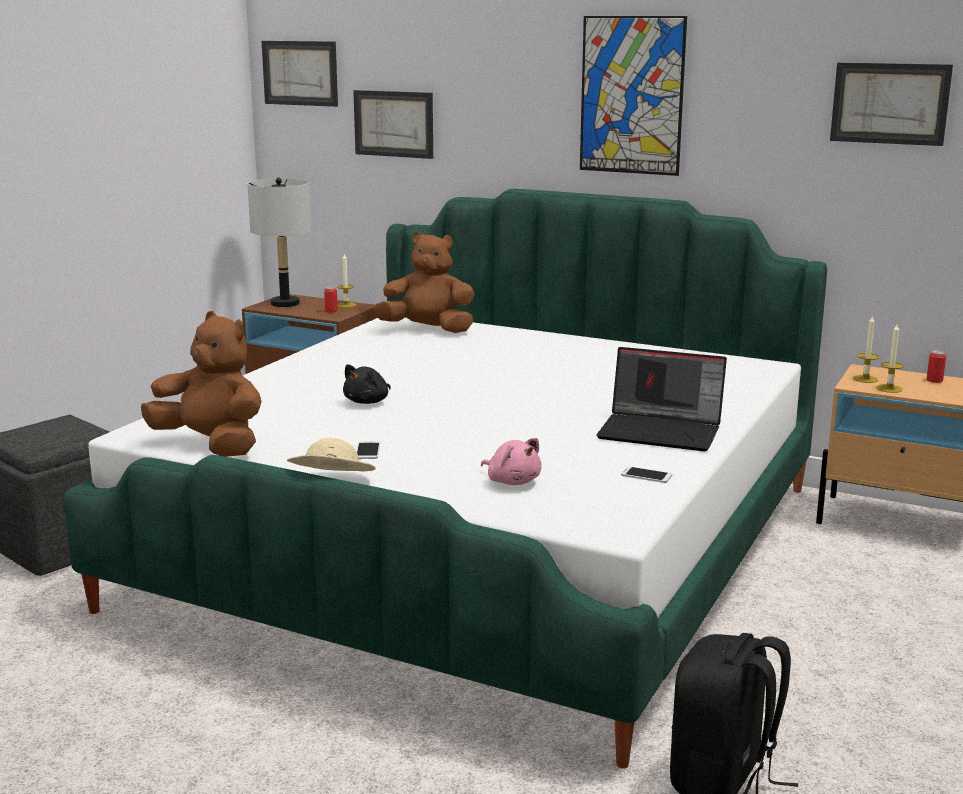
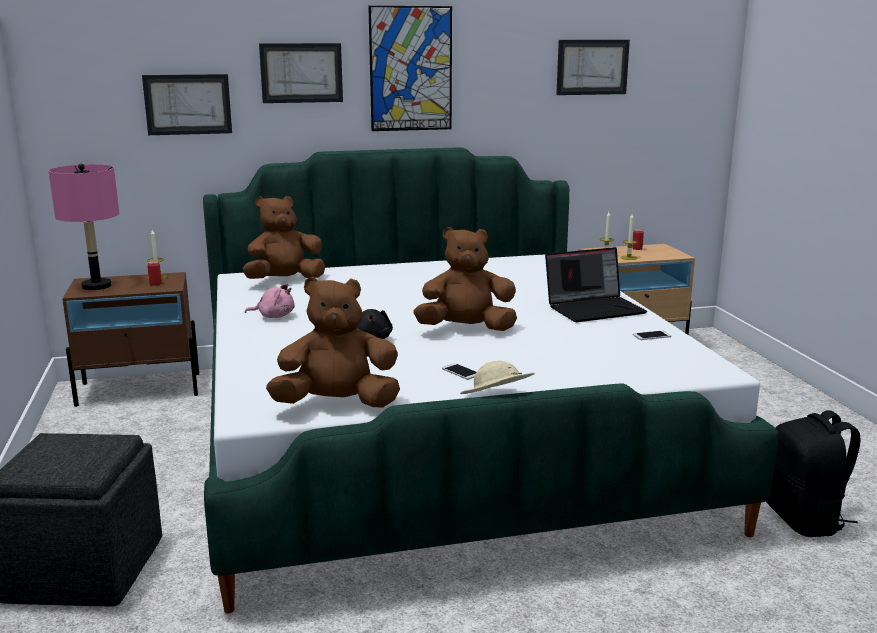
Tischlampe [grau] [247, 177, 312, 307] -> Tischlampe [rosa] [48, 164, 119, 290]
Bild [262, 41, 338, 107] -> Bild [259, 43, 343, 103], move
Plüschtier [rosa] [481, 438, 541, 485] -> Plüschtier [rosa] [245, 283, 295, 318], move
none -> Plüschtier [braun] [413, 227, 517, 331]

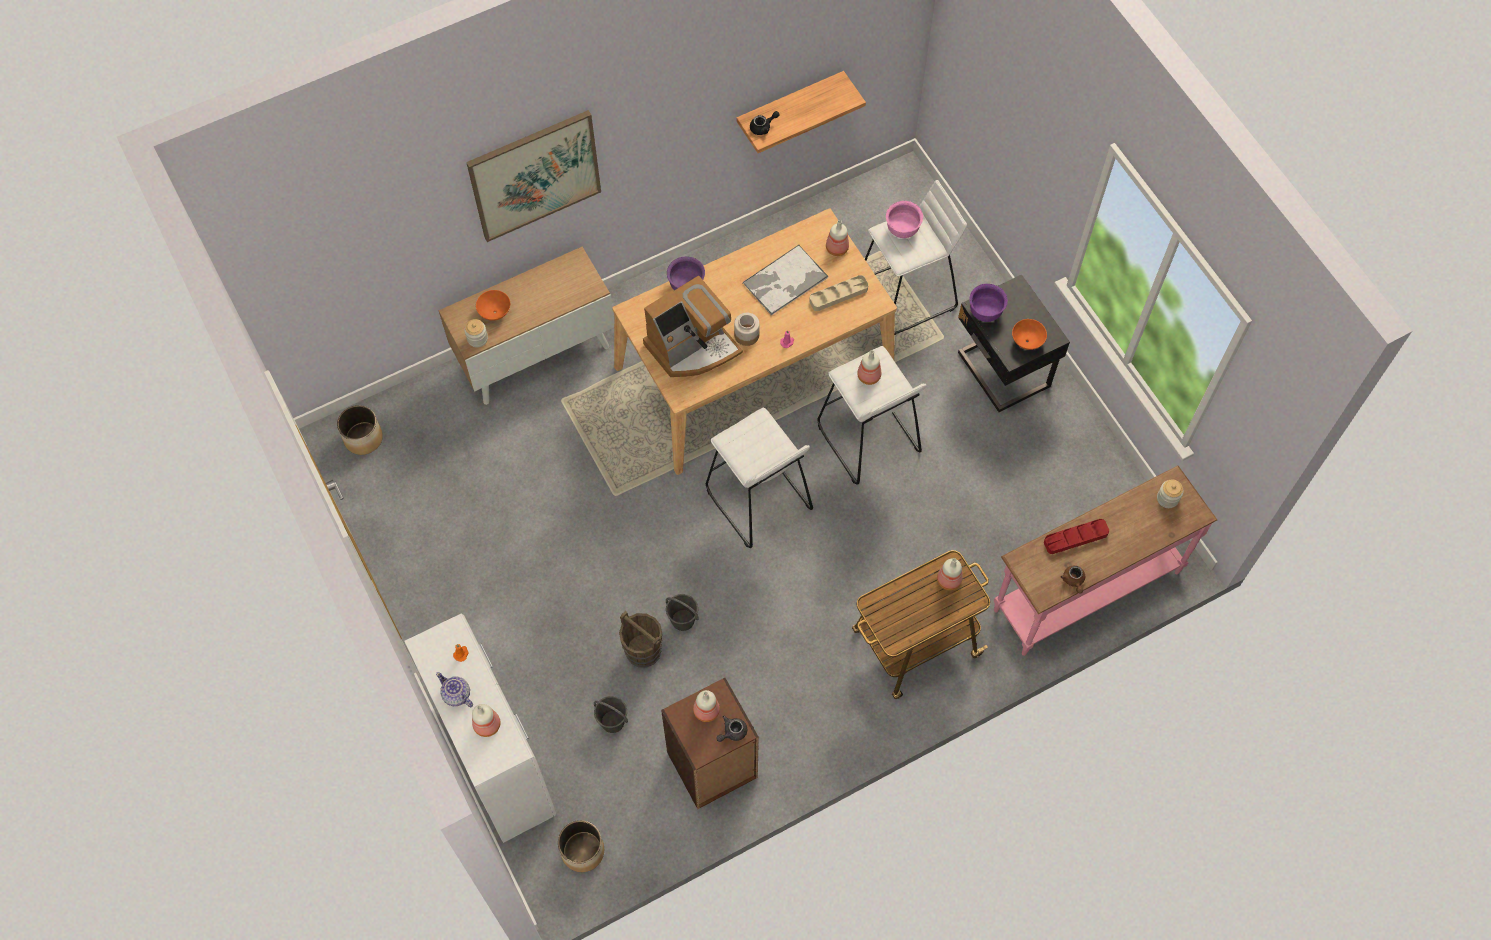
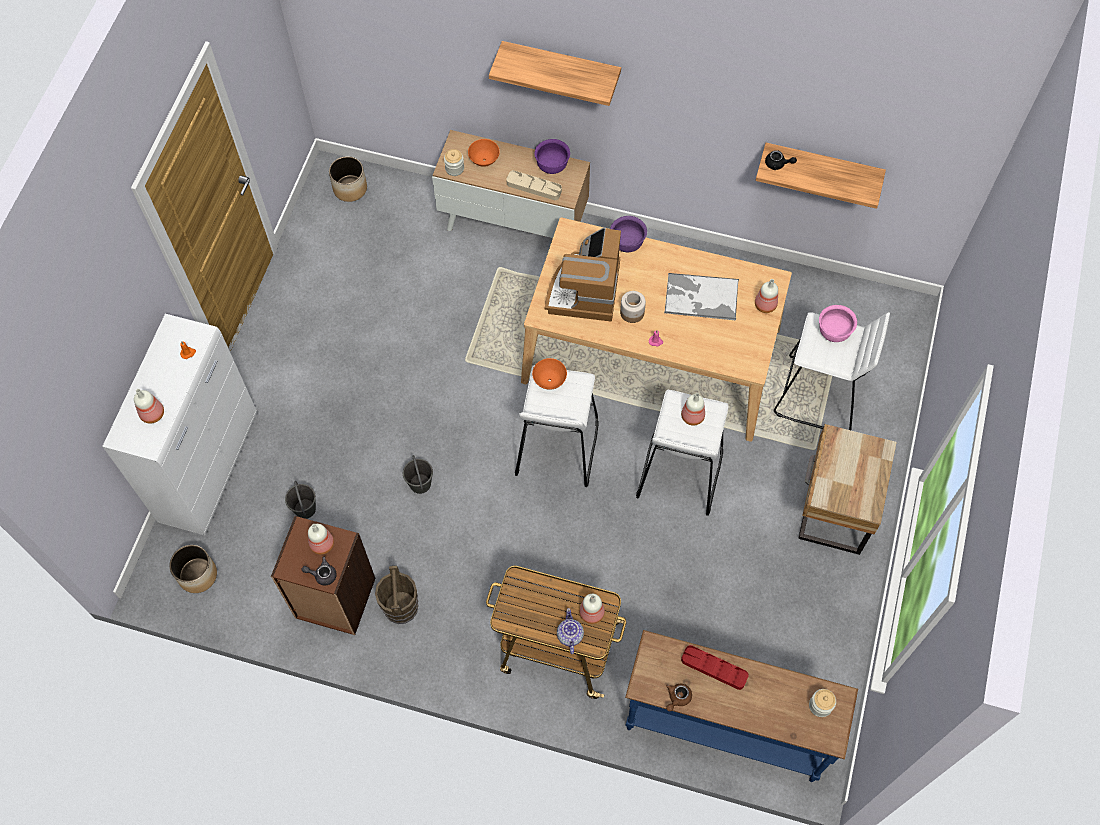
Teekanne [436, 672, 473, 707] -> Teekanne [557, 608, 584, 654], move
Bild [466, 110, 601, 242] -> Wandregal [489, 41, 621, 106]
Eimer [braun] [619, 611, 663, 668] -> Eimer [braun] [375, 566, 418, 624], move
Kaffeemaschine [643, 276, 743, 377] -> Kaffeemaschine [545, 227, 621, 322], 90 degrees clockwise
Tablett [beige] [809, 275, 868, 311] -> Tablett [beige] [506, 170, 562, 200], move
Nachttisch [schwarz] [958, 274, 1070, 412] -> Nachttisch [beige] [798, 424, 897, 555]
Schüssel [lila] [969, 284, 1008, 322] -> Schüssel [lila] [535, 139, 570, 174], move
Konsolentisch [rosa] [994, 466, 1217, 656] -> Konsolentisch [blau] [625, 630, 858, 782]
Schüssel [orange] [1012, 319, 1047, 350] -> Schüssel [orange] [532, 358, 567, 390], move

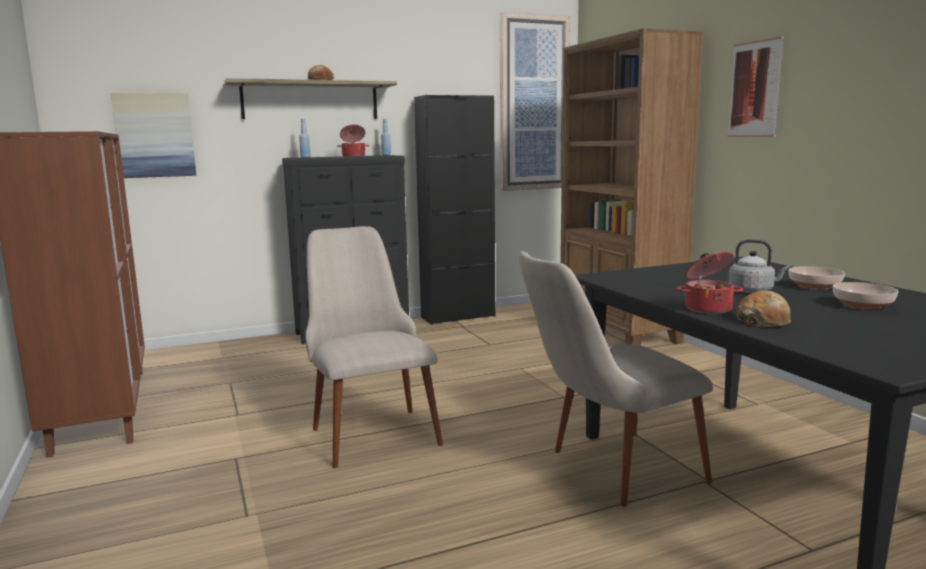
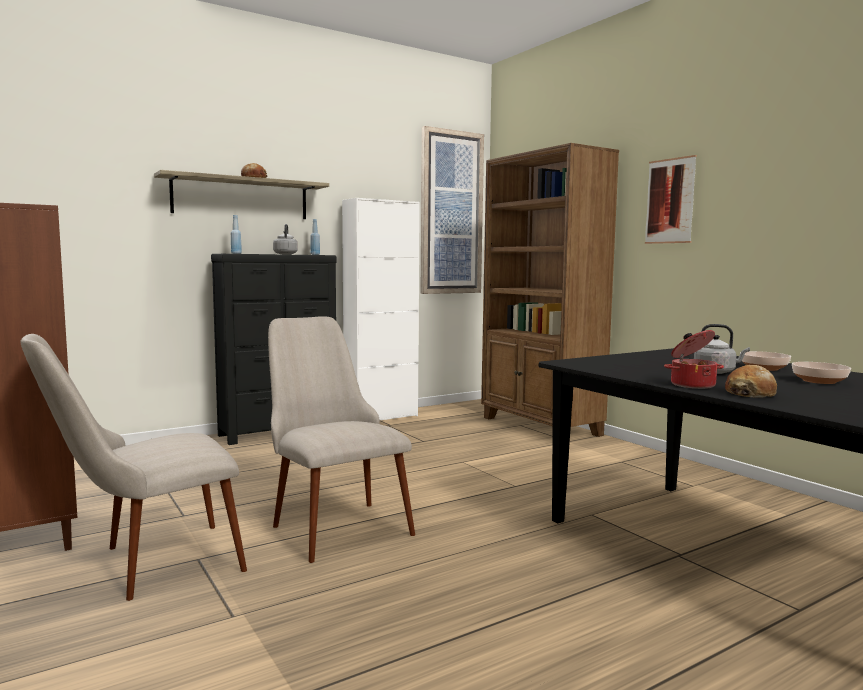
Bild [111, 93, 196, 178] -> none
Kochtopf [337, 124, 369, 157] -> Wasserkessel [grau] [273, 224, 298, 254]
Schrank [schwarz] [414, 95, 495, 325] -> Schrank [weiß] [342, 198, 420, 420]
Stuhl [beige] [519, 251, 713, 507] -> Stuhl [beige] [21, 334, 247, 601], move

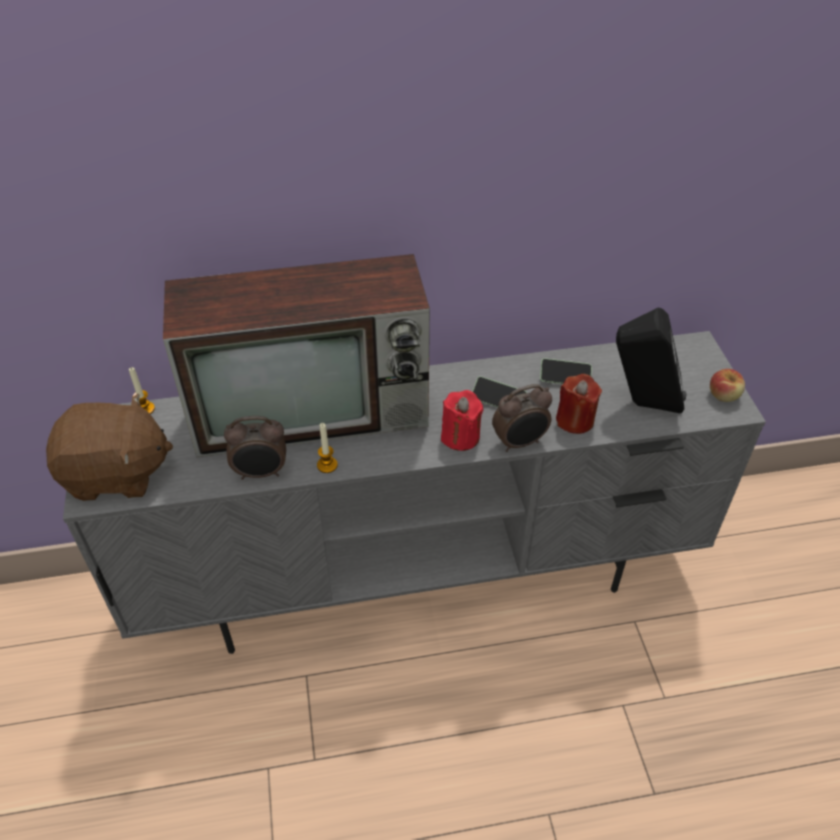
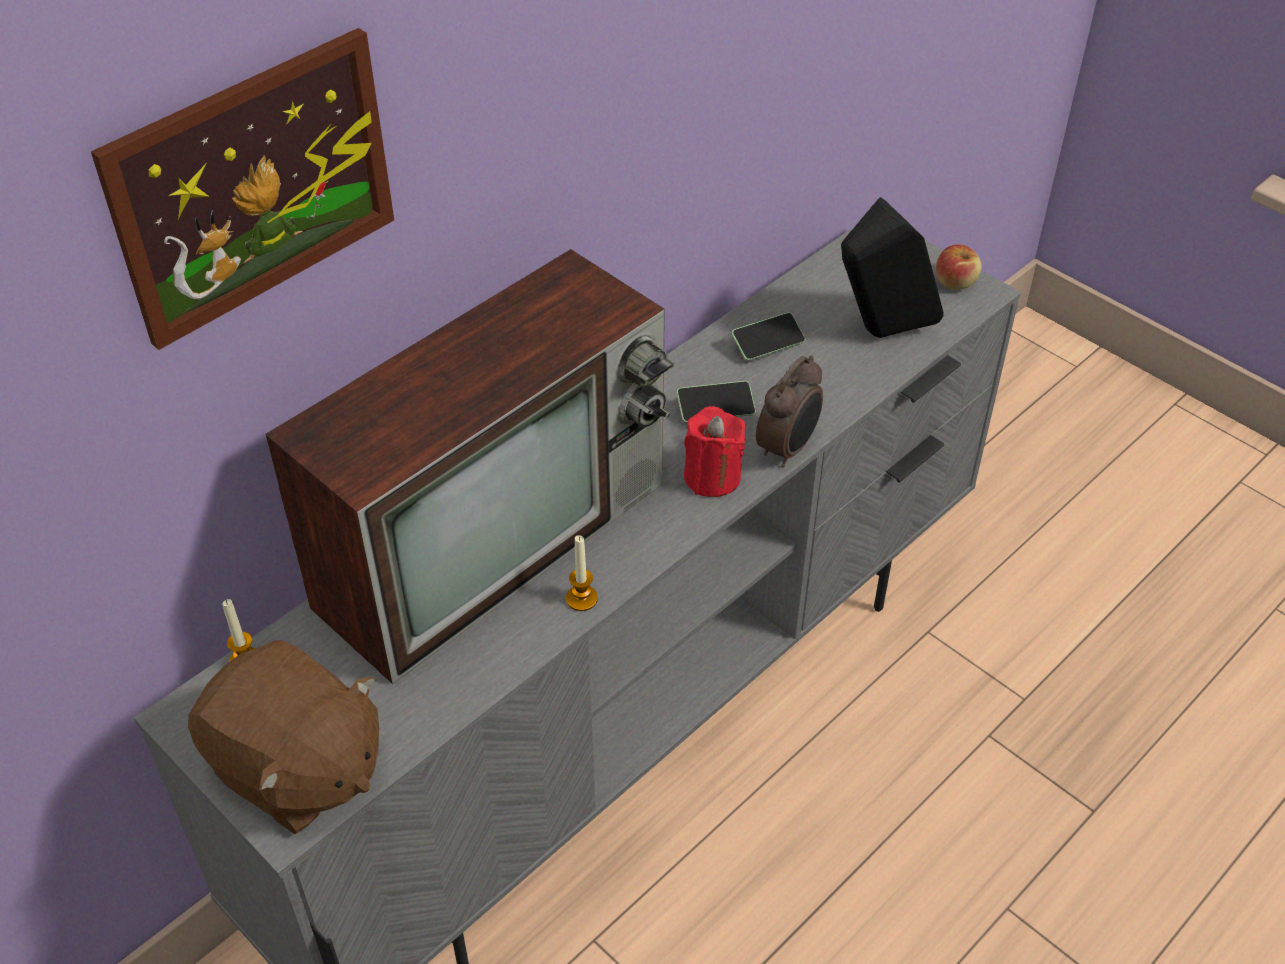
Plüschtier [braun] [46, 394, 173, 501] -> Plüschtier [braun] [188, 640, 379, 834], 75 degrees clockwise
Wecker [224, 416, 286, 480] -> none
Kerze [rot] [556, 374, 602, 434] -> none
none -> Bild [91, 28, 394, 350]

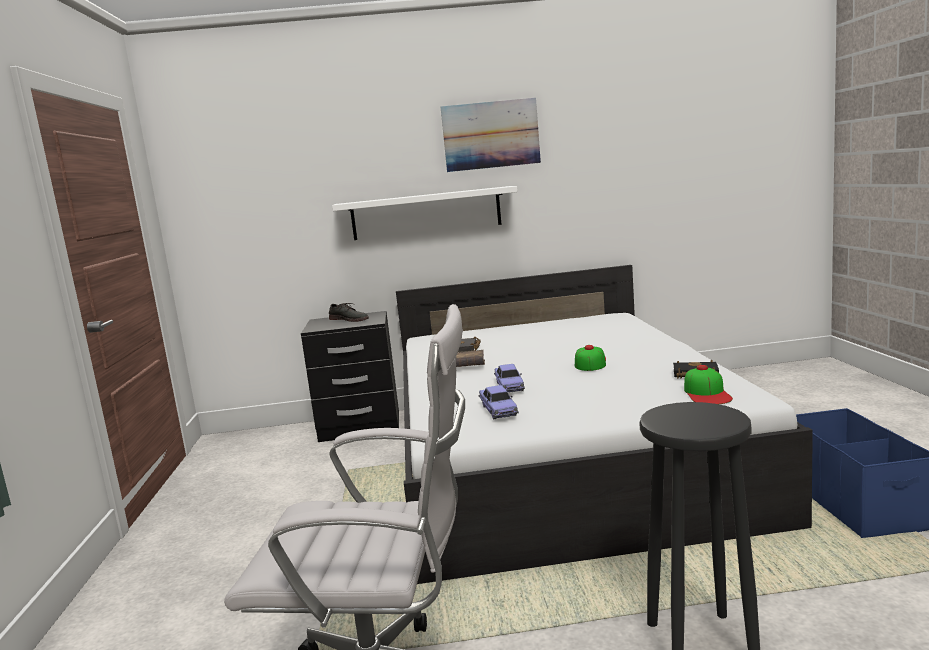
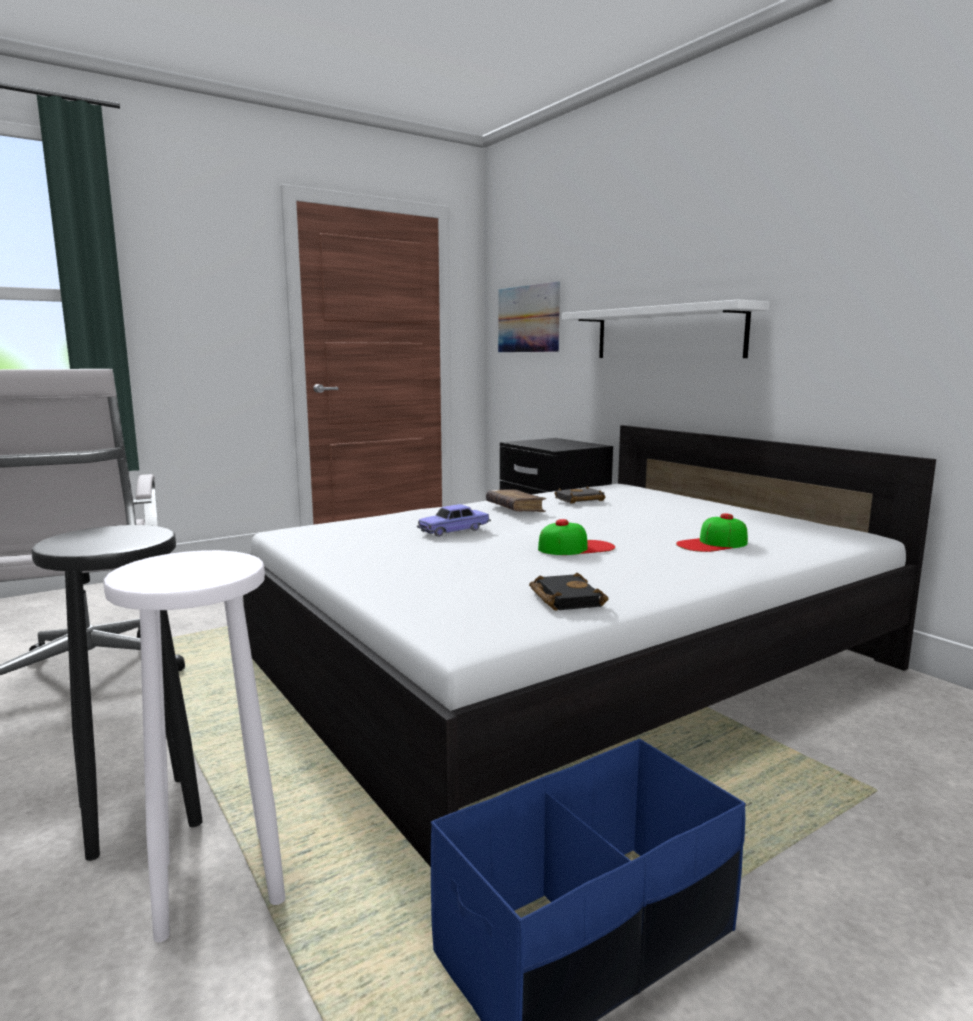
Schuh [grau] [329, 303, 369, 322] -> none
Bild [441, 98, 541, 172] -> Bild [498, 282, 560, 352], move
Spielzeugauto [478, 385, 519, 419] -> none
Kappe [684, 365, 733, 404] -> Kappe [676, 513, 748, 552], move
none -> Hocker [weiß] [103, 550, 285, 942]

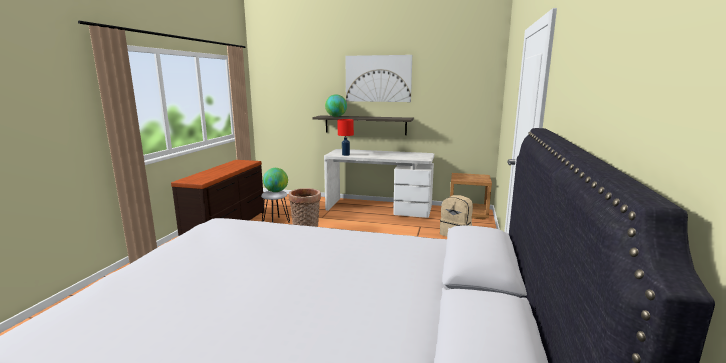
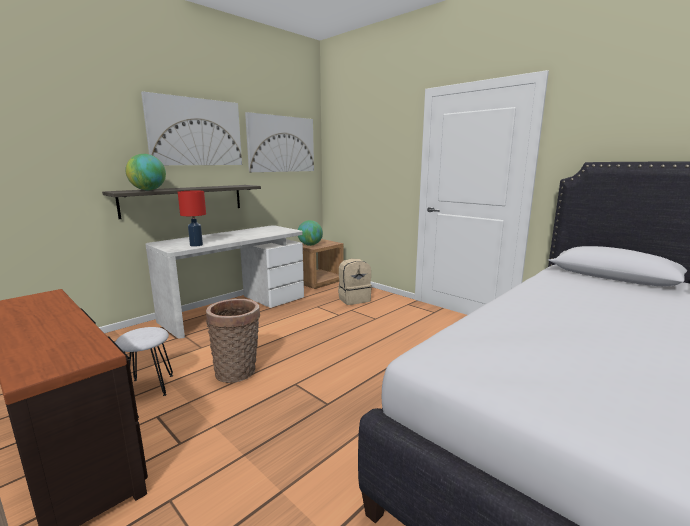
Globus [263, 168, 288, 192] -> Globus [298, 220, 323, 246], move
none -> Bild [245, 112, 314, 172]

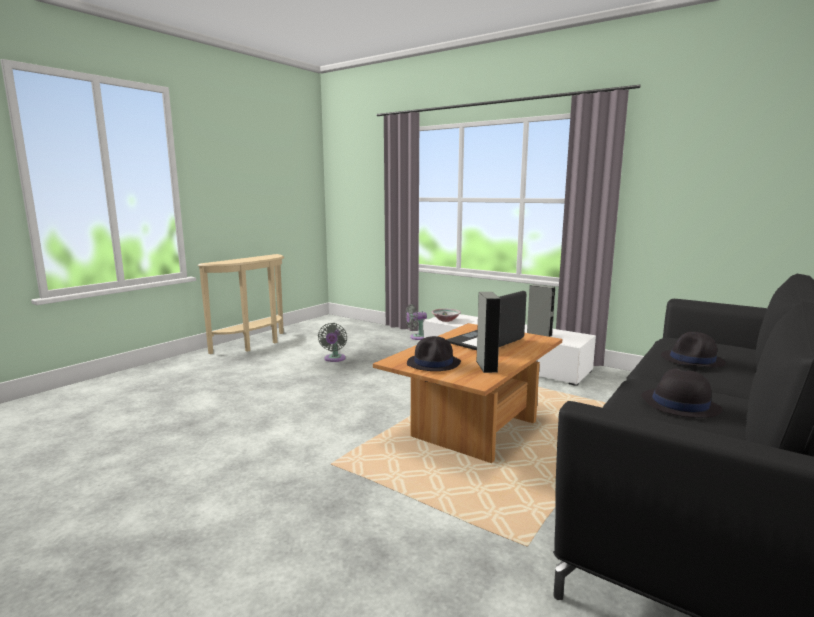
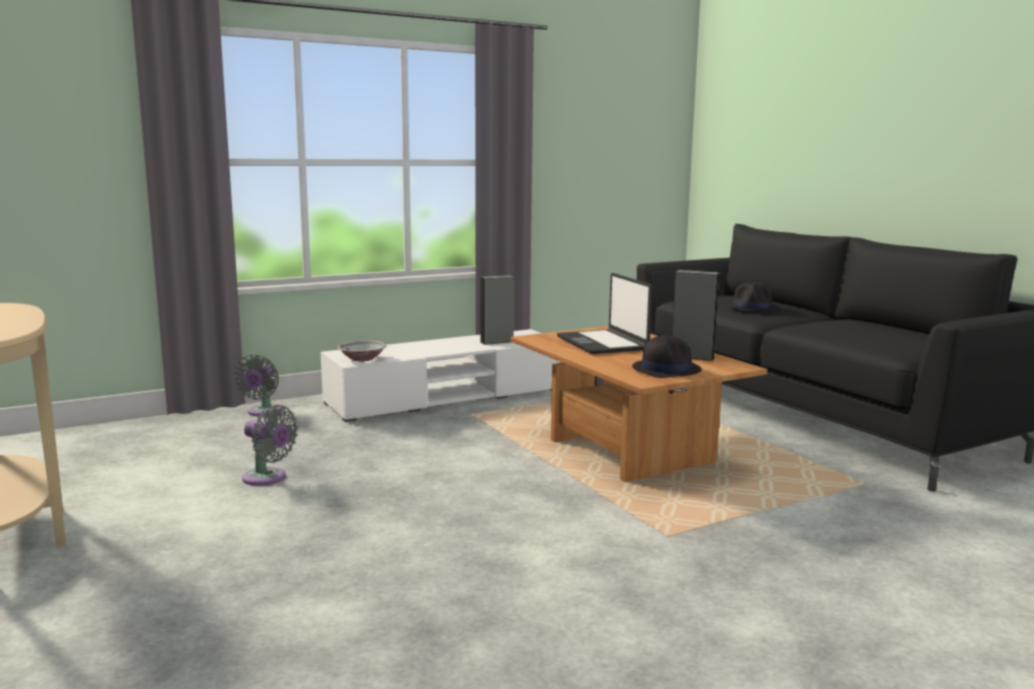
Hut [schwarz] [641, 368, 722, 418] -> none

